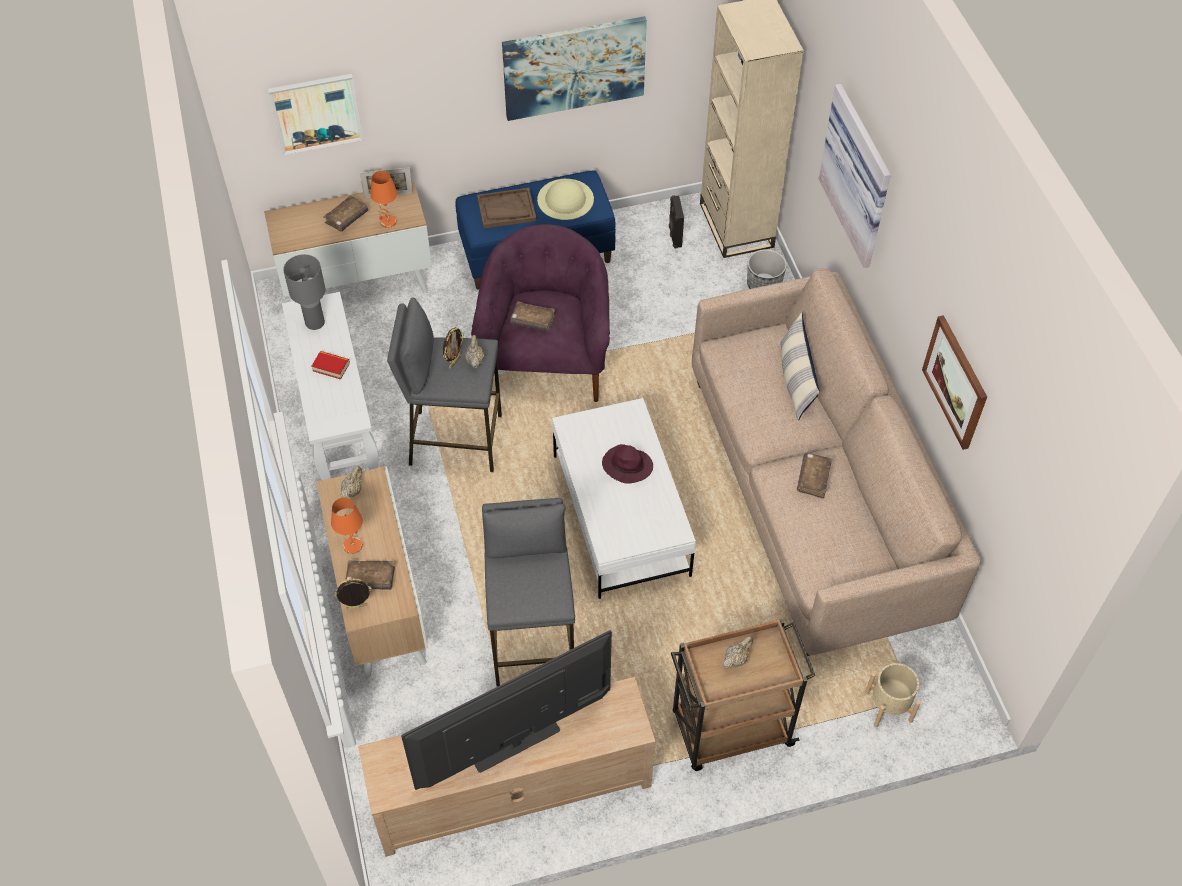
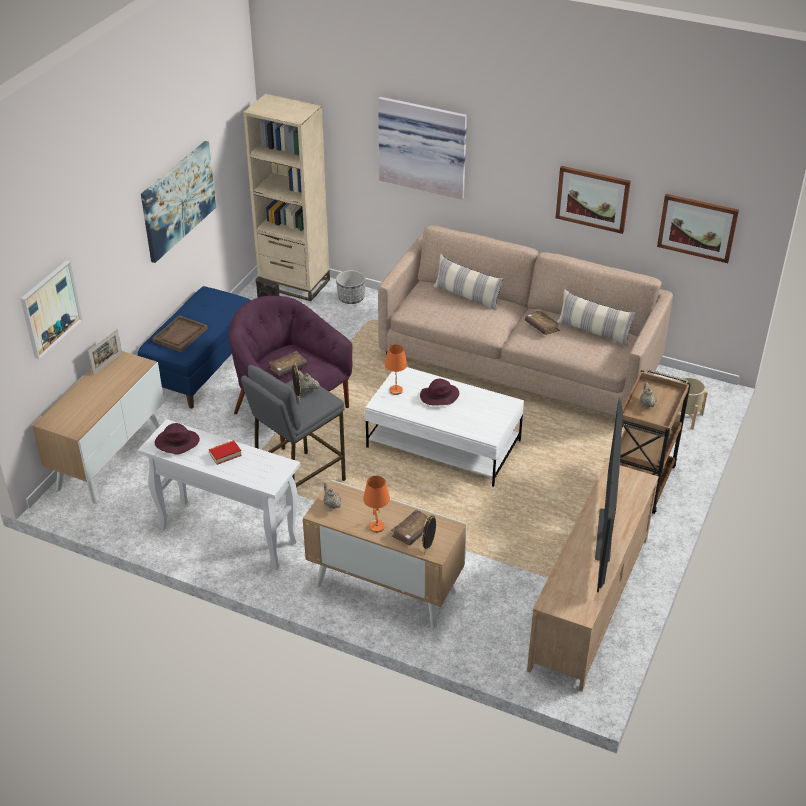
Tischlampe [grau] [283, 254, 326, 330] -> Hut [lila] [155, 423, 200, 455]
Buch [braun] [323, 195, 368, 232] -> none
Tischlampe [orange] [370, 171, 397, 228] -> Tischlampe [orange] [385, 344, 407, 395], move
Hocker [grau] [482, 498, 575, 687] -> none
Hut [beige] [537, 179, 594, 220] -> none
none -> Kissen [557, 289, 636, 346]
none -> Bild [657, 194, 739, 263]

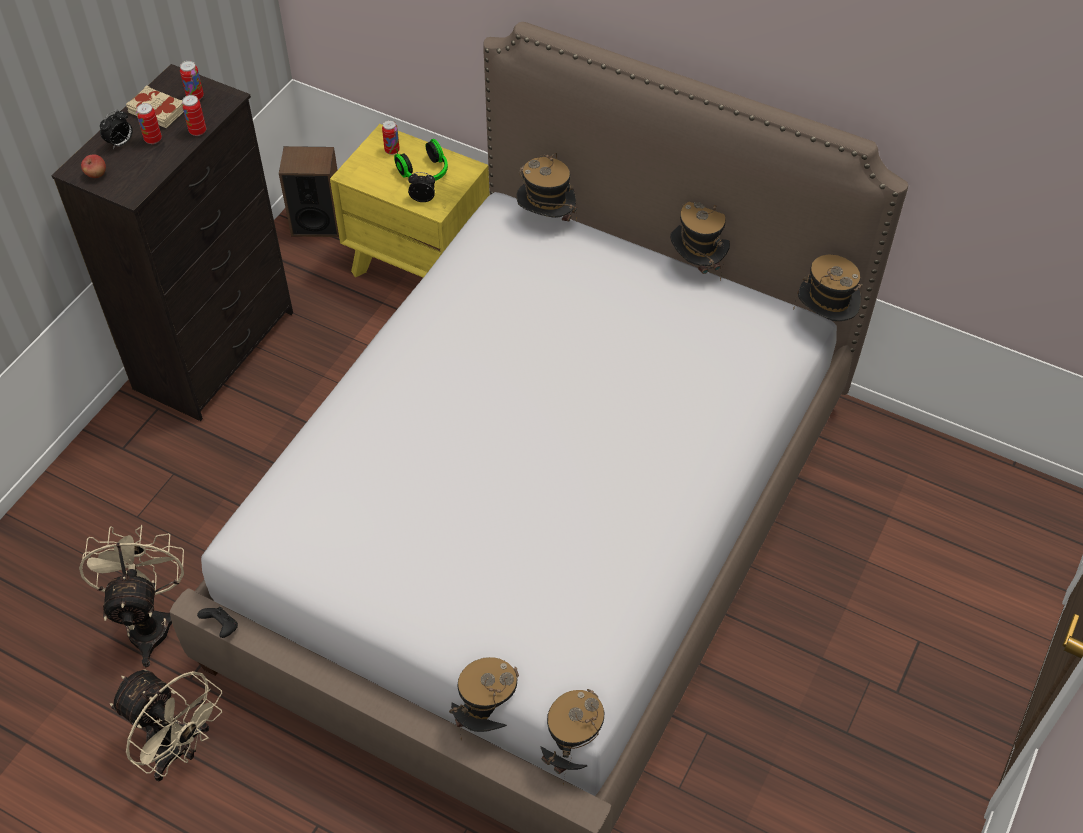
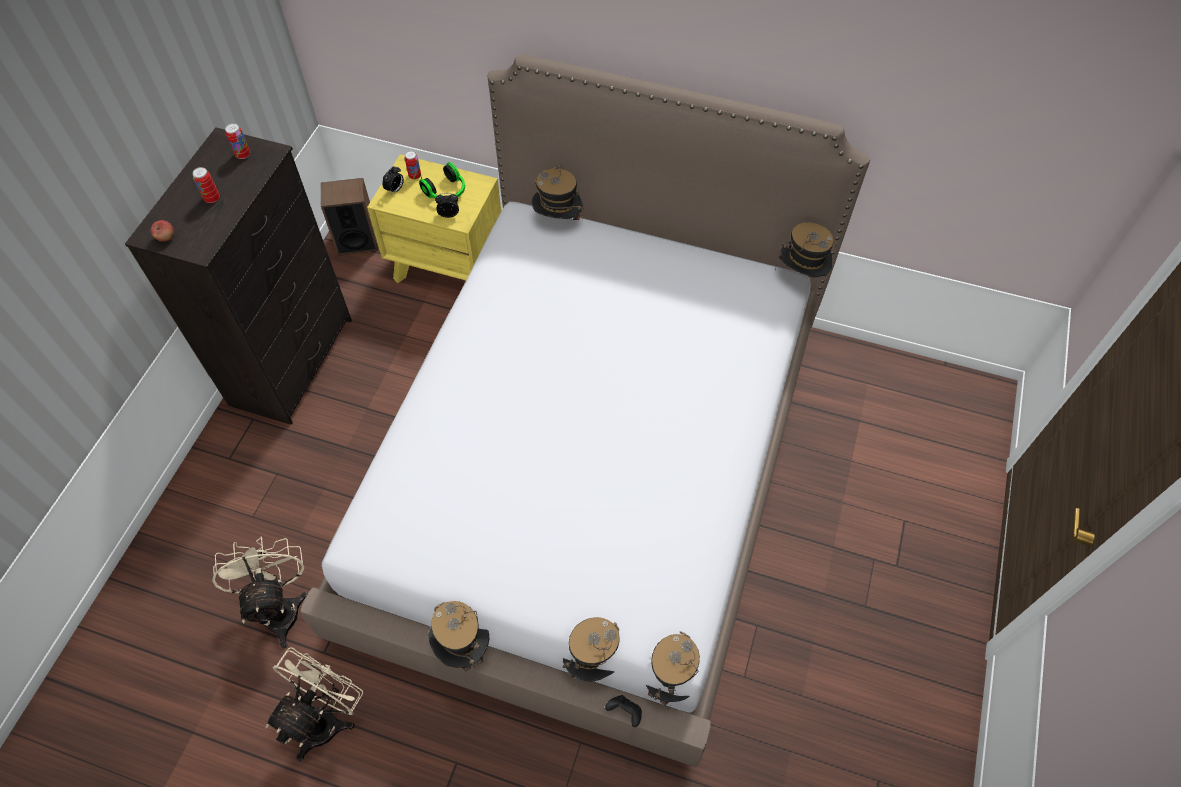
Wecker [100, 110, 132, 149] -> Wecker [382, 166, 404, 193], move
Ventilator [beige] [110, 670, 222, 781] -> Ventilator [beige] [266, 647, 363, 762], 90 degrees counterclockwise
Buch [beige] [126, 85, 183, 128] -> none
Dose [182, 95, 206, 136] -> none
Gamepad [schwarz] [197, 607, 238, 638] -> Gamepad [schwarz] [605, 695, 642, 727], move
Hut [670, 202, 730, 280] -> Hut [428, 601, 489, 672], move

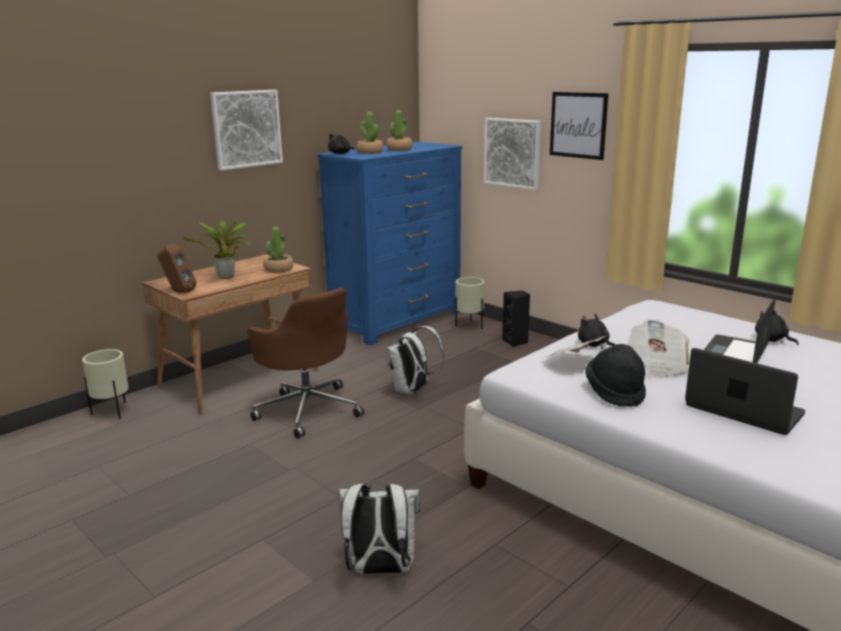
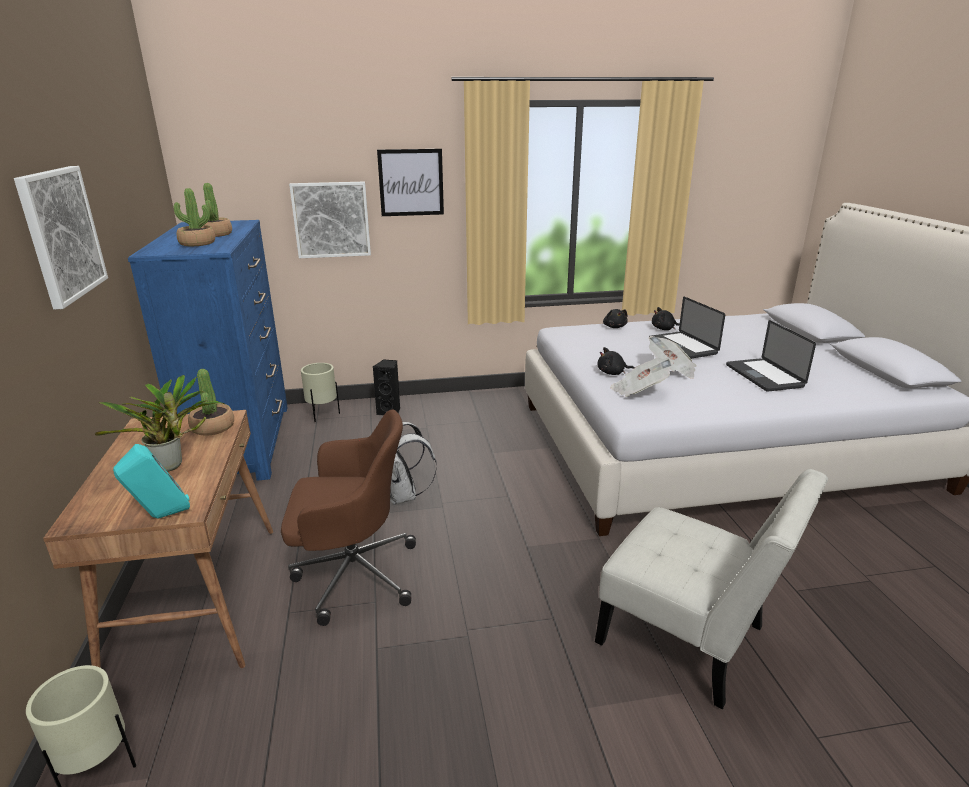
Lautsprecher [braun] [157, 244, 196, 293] -> Lautsprecher [türkis] [113, 444, 190, 518]
Plüschtier [schwarz] [328, 134, 354, 154] -> Plüschtier [schwarz] [603, 309, 628, 328], move
Rucksack [weiß] [339, 482, 420, 574] -> Stuhl [weiß] [595, 469, 828, 709]
Hut [schwarz] [586, 344, 646, 407] -> none
Laptop [685, 348, 805, 435] -> Laptop [726, 320, 816, 392], 90 degrees counterclockwise

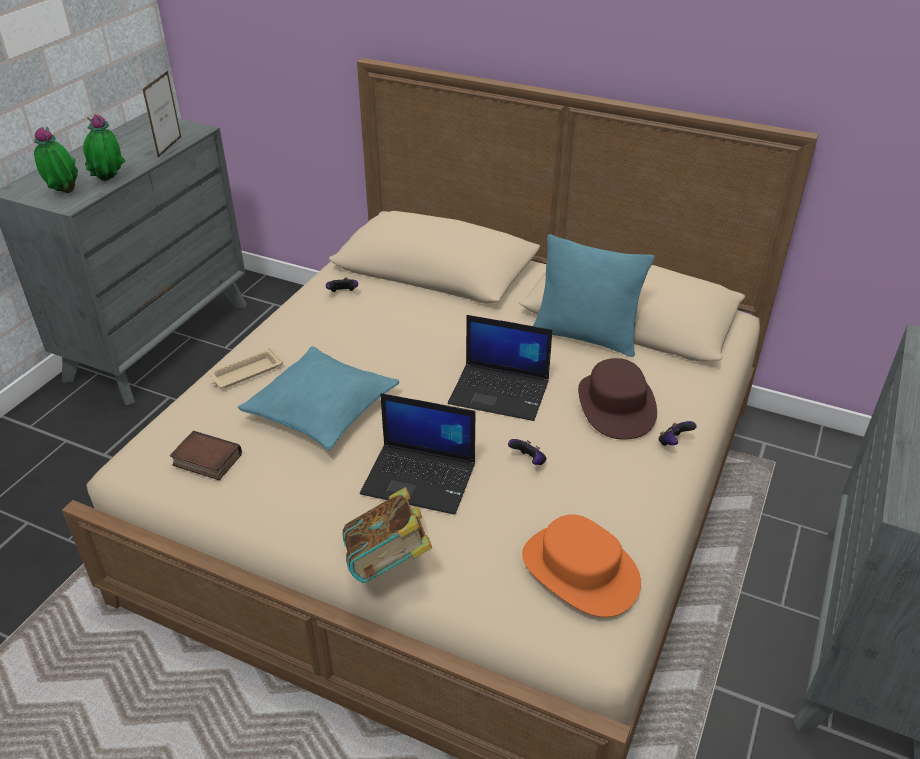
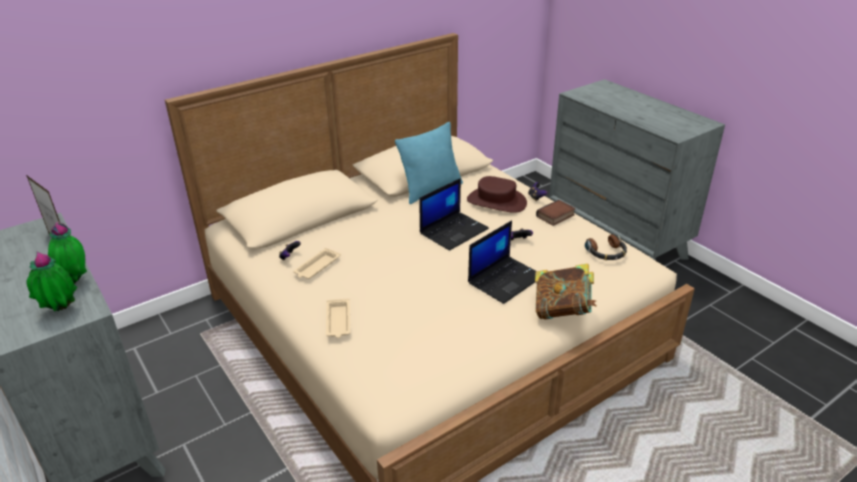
Buch [170, 431, 242, 480] -> Buch [536, 200, 576, 226], move
Kissen [türkis] [238, 346, 400, 450] -> none
Hut [orange] [522, 514, 641, 617] -> Kopfhörer [585, 234, 627, 260]
none -> Tablett [beige] [293, 248, 341, 279]

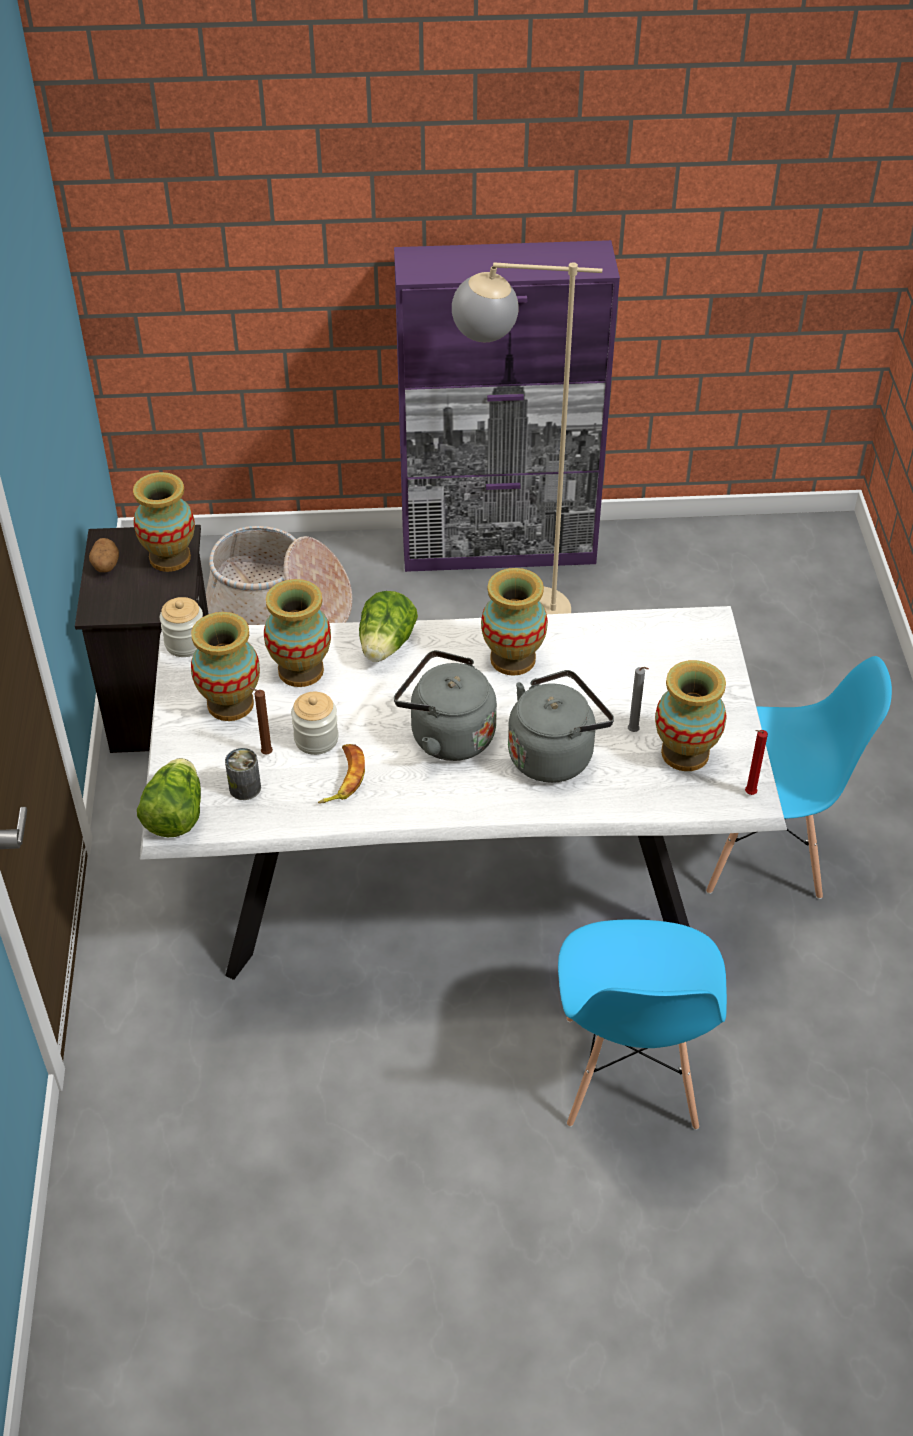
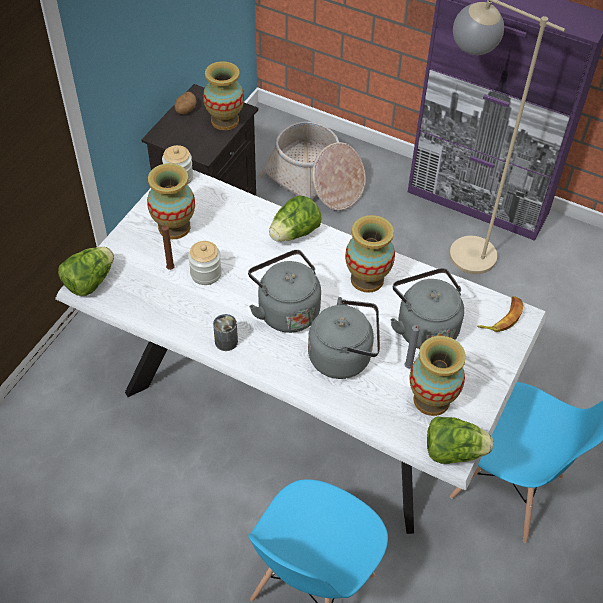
Dose [225, 748, 261, 800] -> Dose [213, 314, 238, 351], move
Vase [264, 579, 331, 687] -> none
Banane [318, 744, 365, 804] -> Banane [477, 296, 523, 332], move
Kerze [rot] [745, 730, 768, 795] -> Salatkopf [427, 416, 493, 464]
none -> Wasserkessel [grau] [390, 268, 464, 349]

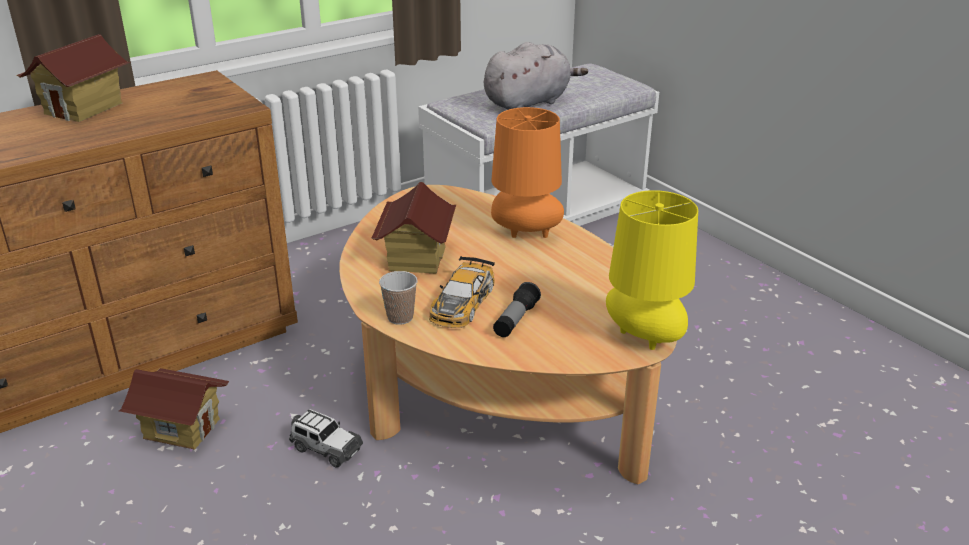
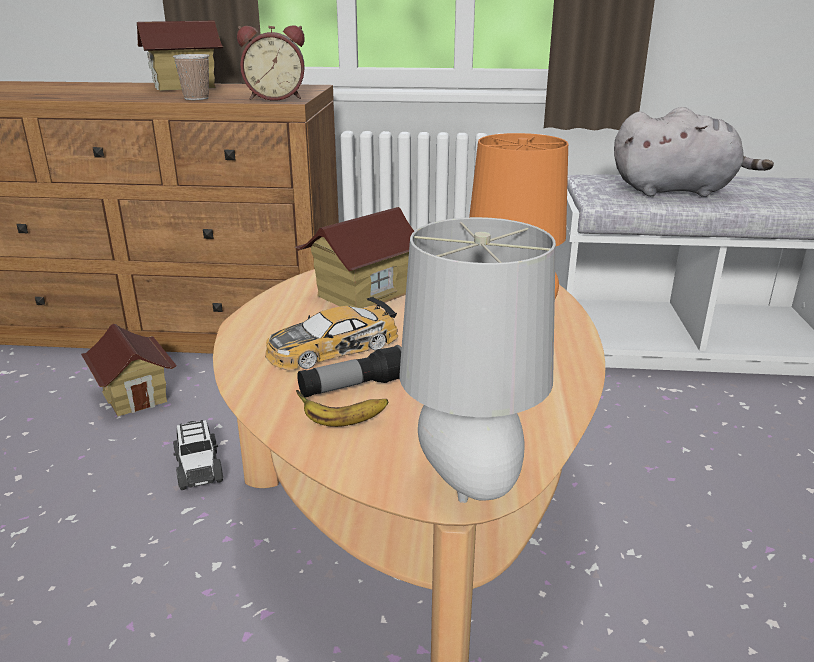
Tasse [379, 271, 418, 325] -> Tasse [173, 54, 210, 100], move
Tischlampe [gelb] [606, 190, 698, 350] -> Tischlampe [grau] [399, 217, 556, 503]
none -> Wecker [237, 25, 305, 101]
none -> Banane [296, 390, 388, 427]

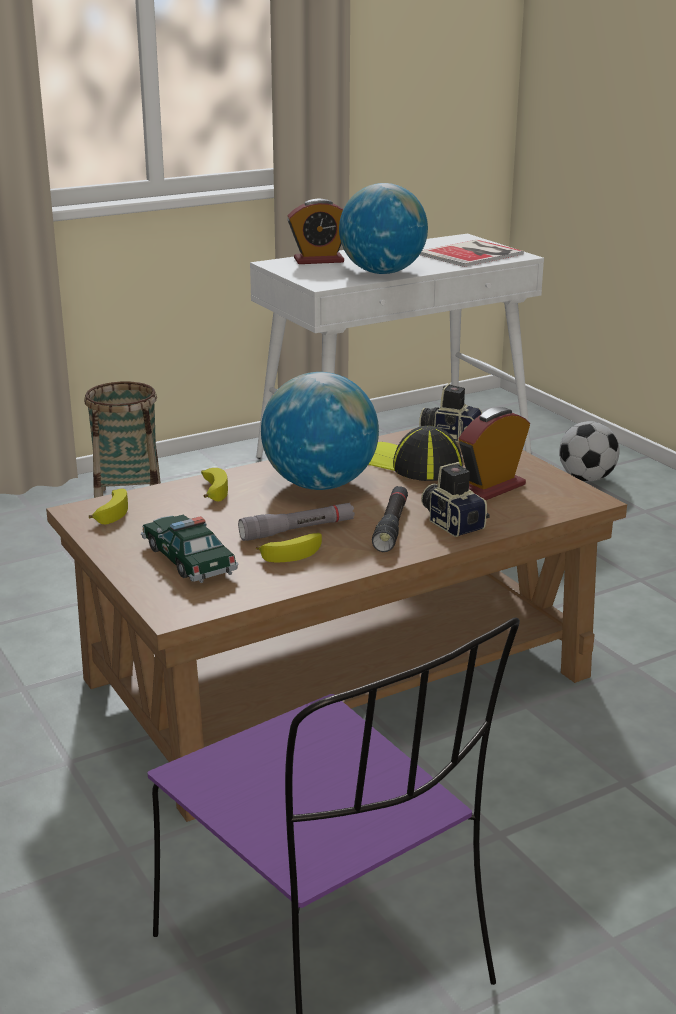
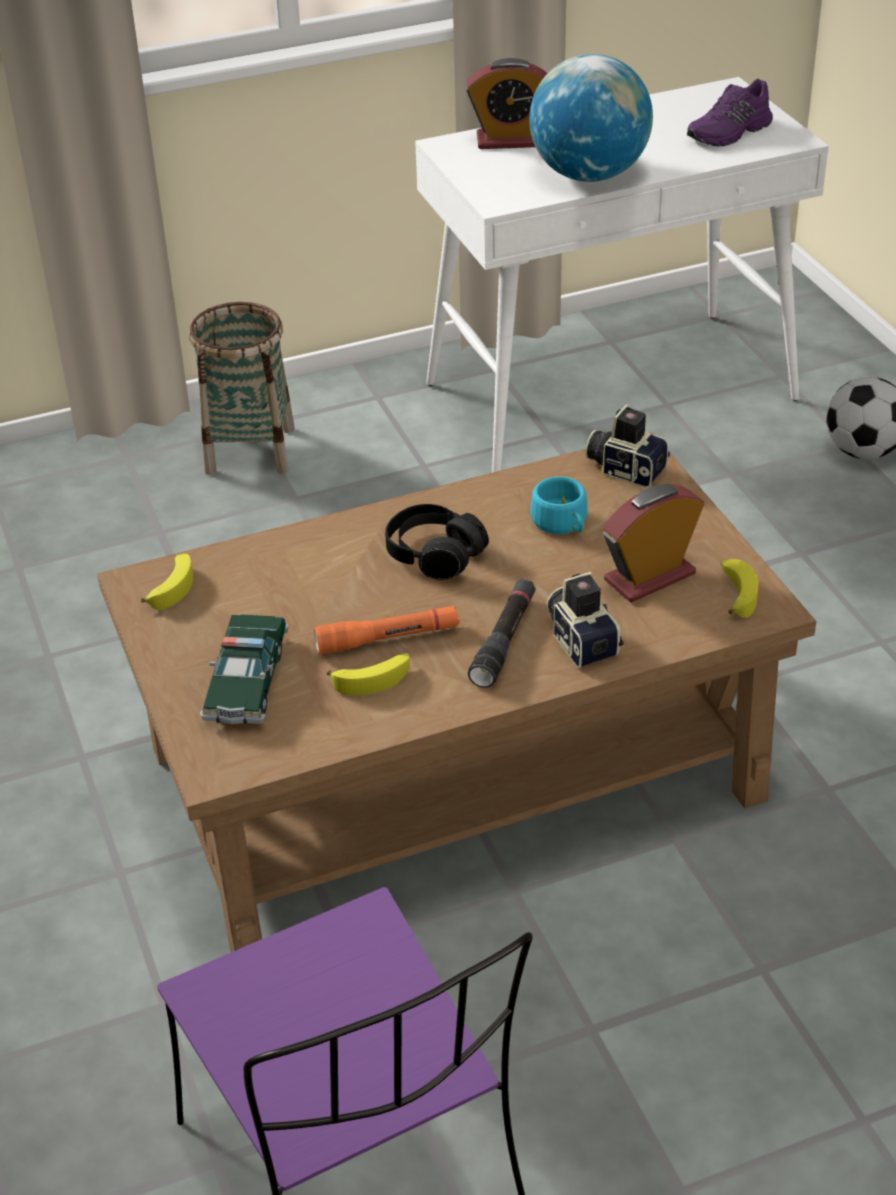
Spielzeugauto [141, 515, 238, 583] -> Spielzeugauto [200, 614, 289, 725], 150 degrees counterclockwise
Banane [201, 468, 228, 501] -> Banane [720, 559, 758, 618], move
Taschenlampe [grau] [238, 503, 355, 541] -> Taschenlampe [orange] [314, 606, 460, 654]
Globus [261, 372, 379, 490] -> Kopfhörer [schwarz] [385, 504, 489, 580]
Kappe [368, 426, 463, 481] -> Tasse [türkis] [530, 476, 587, 534]
Buch [420, 240, 524, 267] -> Schuh [lila] [687, 79, 773, 146]

